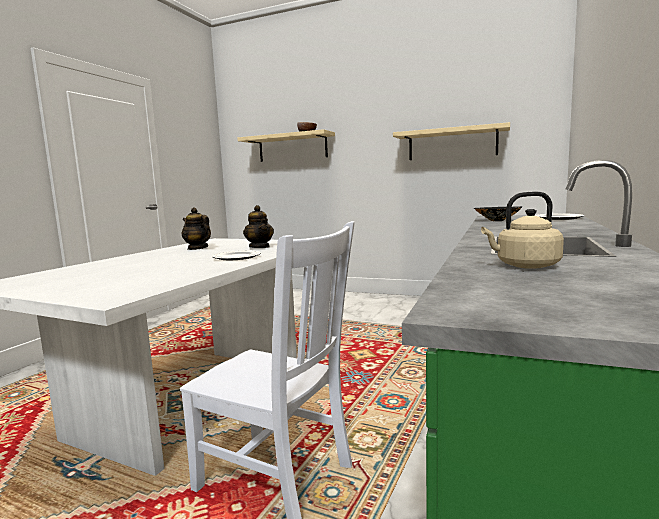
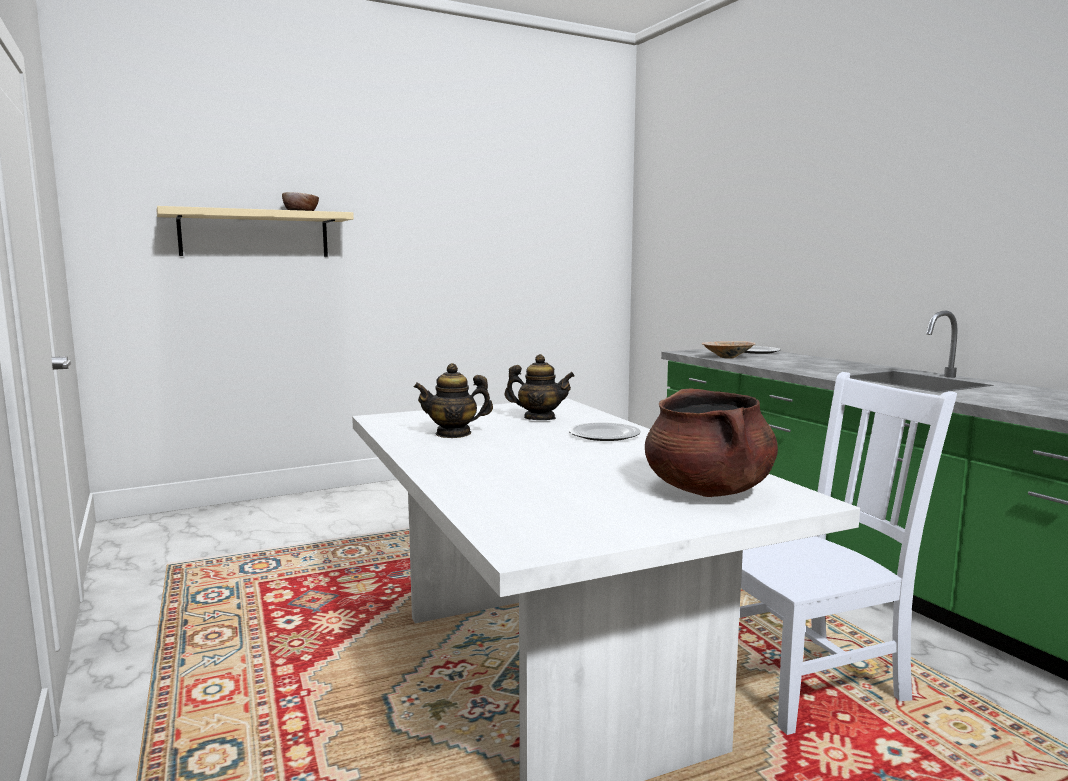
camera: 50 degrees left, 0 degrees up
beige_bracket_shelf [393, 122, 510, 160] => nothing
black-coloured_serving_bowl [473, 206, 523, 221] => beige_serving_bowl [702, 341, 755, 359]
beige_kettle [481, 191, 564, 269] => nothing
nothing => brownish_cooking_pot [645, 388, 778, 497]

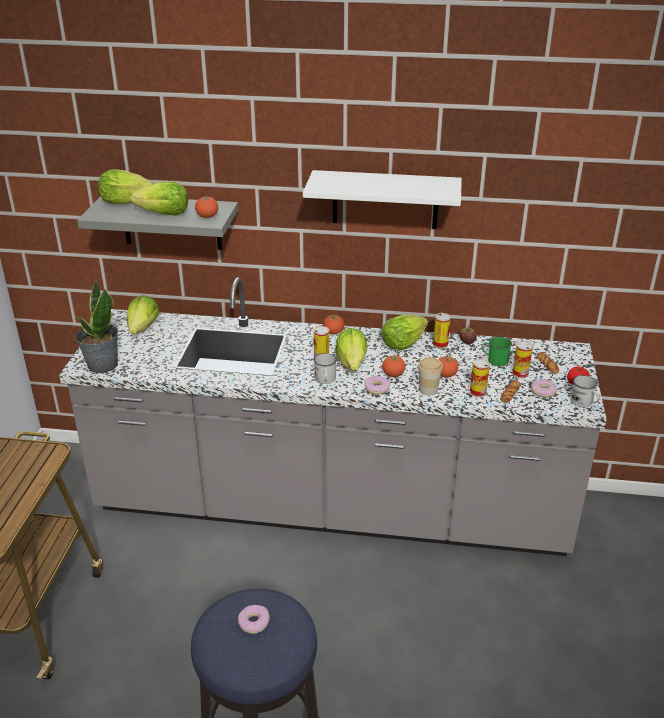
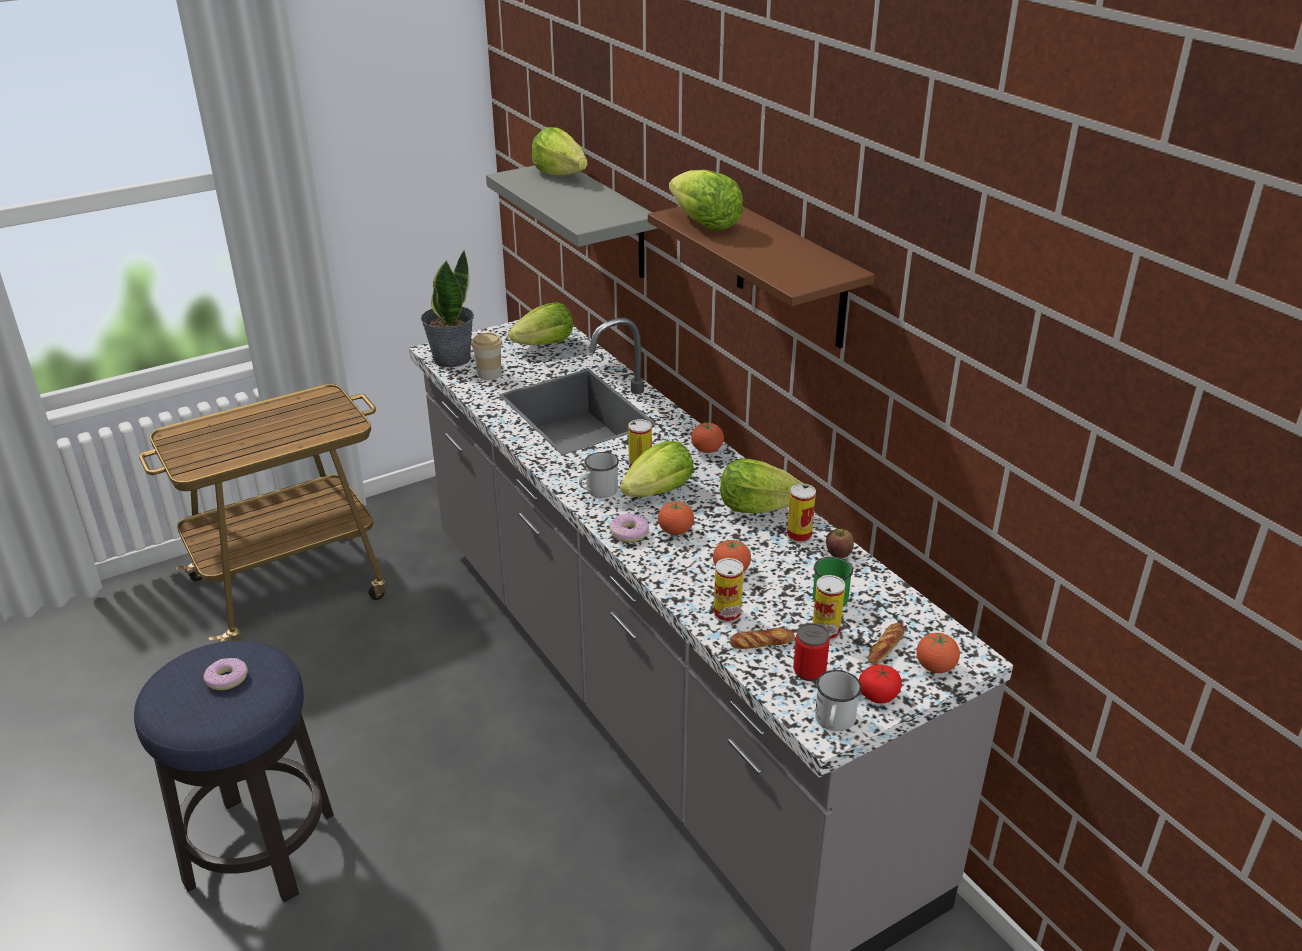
camera: 50 degrees right, 0 degrees up
head_of_lettuce [131, 181, 188, 215] => head_of_lettuce [669, 170, 743, 230], shifted
whole_tomato [195, 196, 218, 218] => whole_tomato [917, 632, 960, 673], shifted
white_bracket_shelf [303, 170, 462, 229] => brownish_bracket_shelf [648, 207, 874, 349]
drinking_cup [418, 357, 443, 396] => drinking_cup [471, 332, 502, 380], shifted
donut [531, 379, 557, 398] => sealed_can [793, 623, 830, 681]

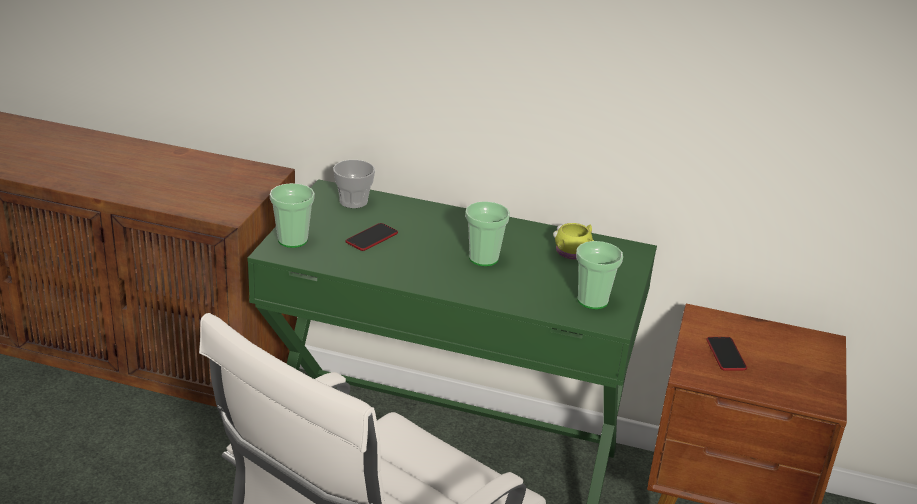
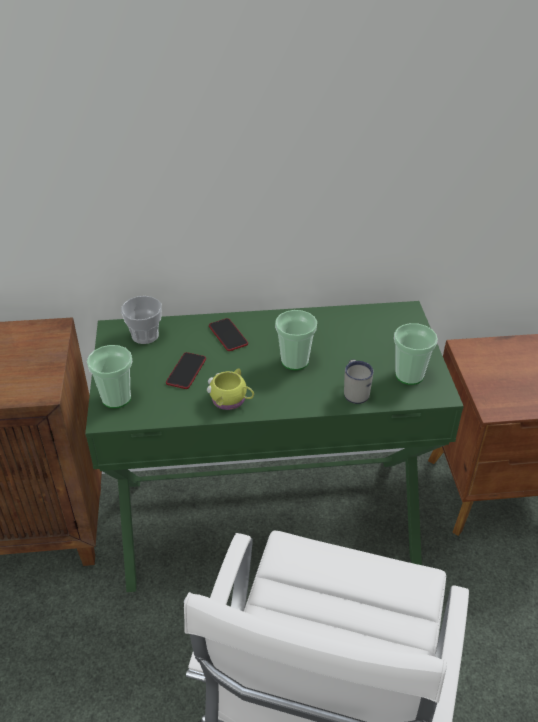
camera: 20 degrees left, 10 degrees up
yellow-coloured_mug [553, 223, 594, 260] => yellow-coloured_mug [207, 368, 254, 410], shifted
phone [707, 337, 747, 371] => phone [209, 318, 248, 351], shifted
nothing => white_mug [344, 359, 374, 404]

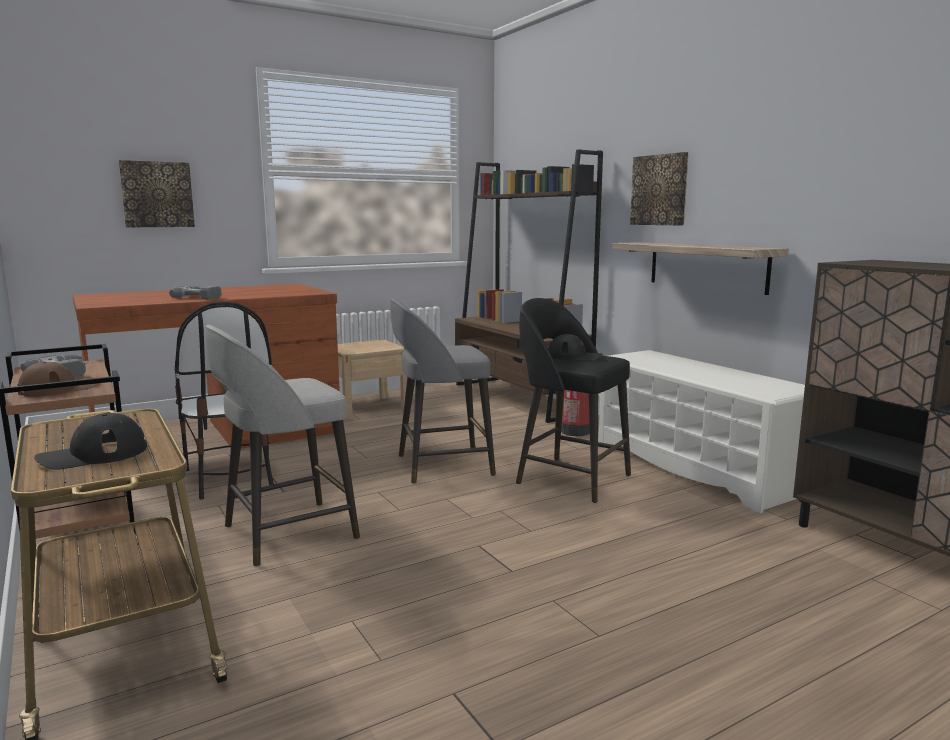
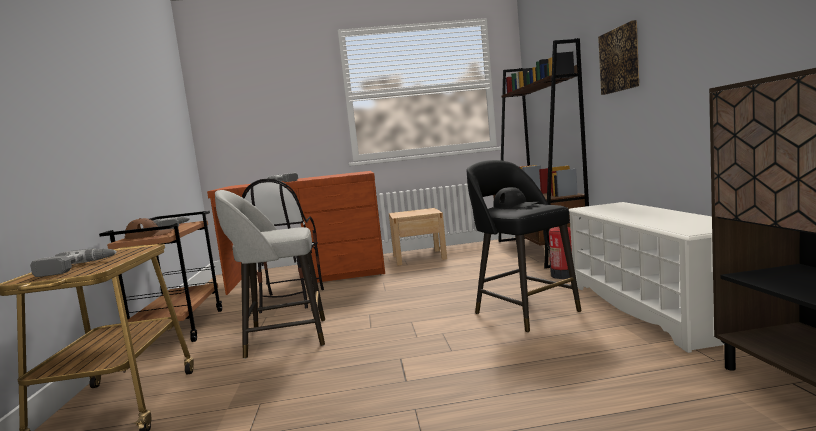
camera: 25 degrees right, 5 degrees down
black-coloured_peaked_cap [34, 413, 147, 470] => drill [30, 249, 117, 277]
wall_art [119, 160, 195, 227] => nothing
gray_stool [390, 298, 496, 484] => nothing
bracket_shelf [612, 242, 789, 295] => nothing

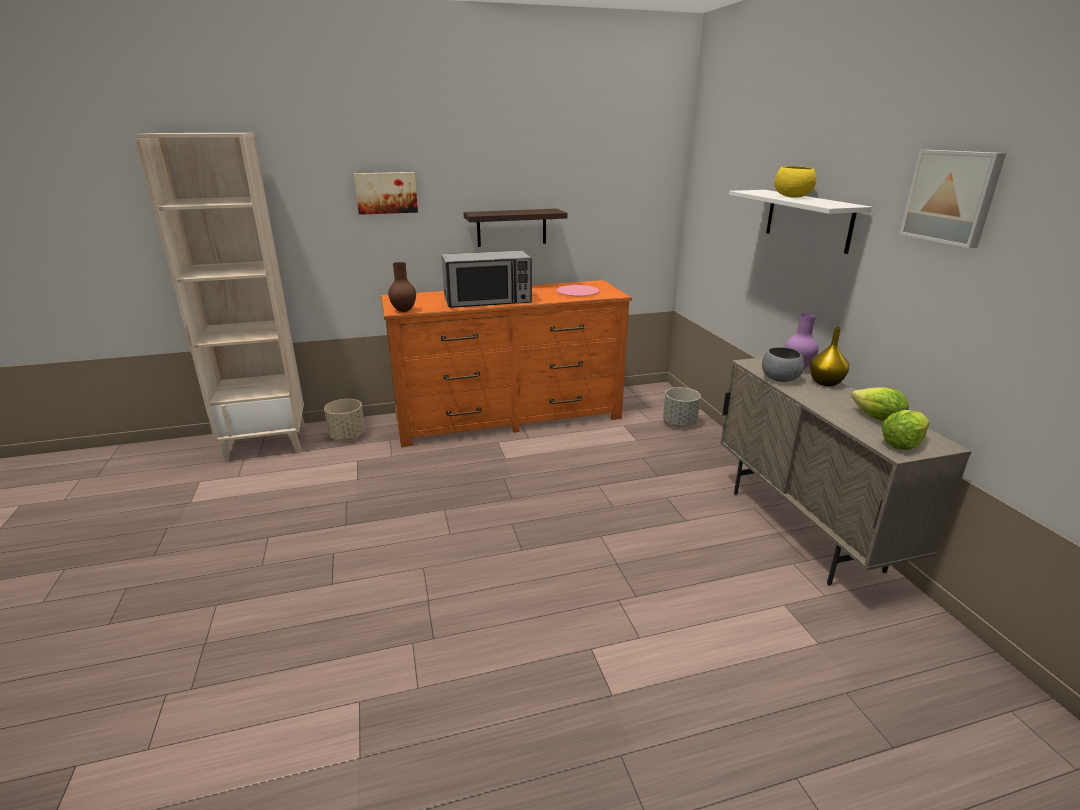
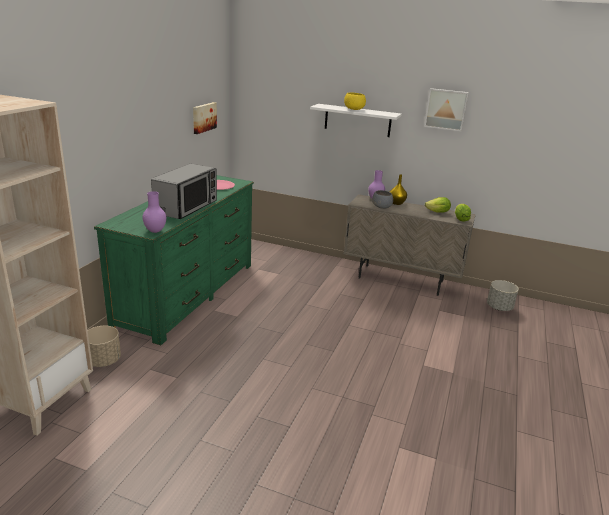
camera: 55 degrees left, 0 degrees up
wall_art [354, 172, 418, 215] => wall_art [193, 102, 217, 134], shifted
orange-coloured_dresser [381, 280, 632, 447] => green-coloured_dresser [94, 175, 254, 345]
brownish_flower_vase [388, 262, 416, 312] => purplish_flower_vase [142, 191, 166, 233]
bracket_shelf [464, 209, 568, 247] => nothing
gray_plant_pot [663, 387, 701, 427] => gray_plant_pot [487, 280, 519, 311], shifted

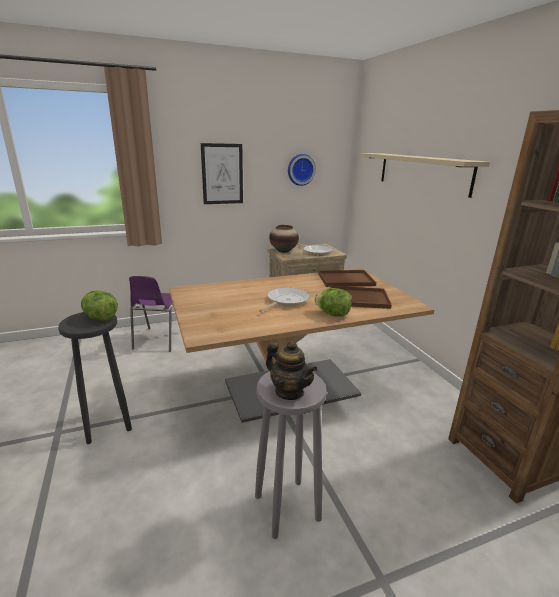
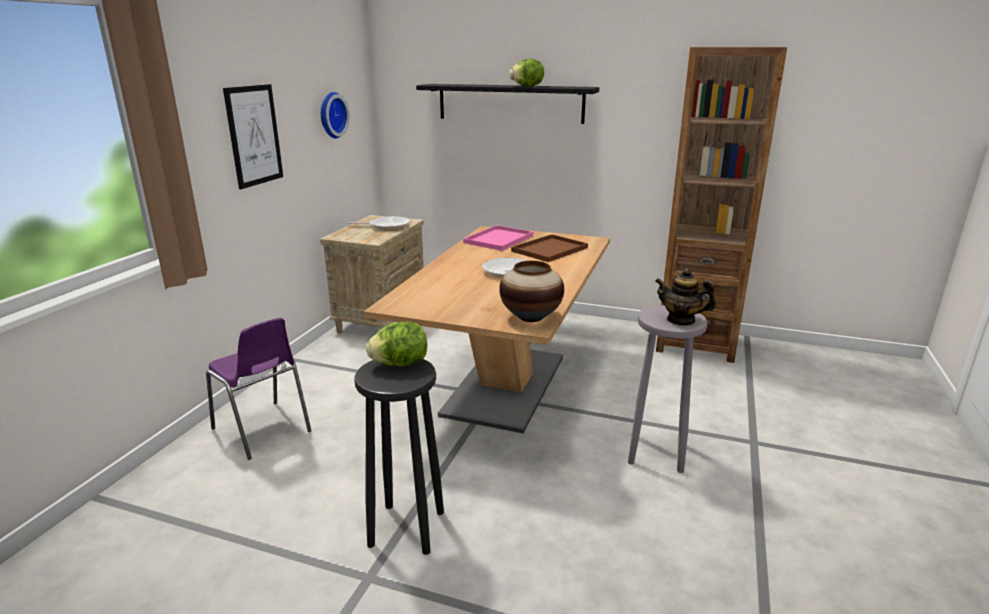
camera: 50 degrees left, 0 degrees up
tea_pot [266, 341, 318, 400] => tea_pot [655, 268, 716, 326], 150 degrees counterclockwise
flower_vase [269, 225, 299, 253] => flower_vase [499, 261, 564, 322], shifted
head_of_lettuce [314, 288, 352, 317] => head_of_lettuce [509, 59, 544, 86], shifted
brownish_serving_tray [318, 270, 376, 287] => pinkish_serving_tray [463, 225, 533, 251]
beige_bracket_shelf [360, 153, 490, 198] => black-coloured_bracket_shelf [416, 84, 600, 124]

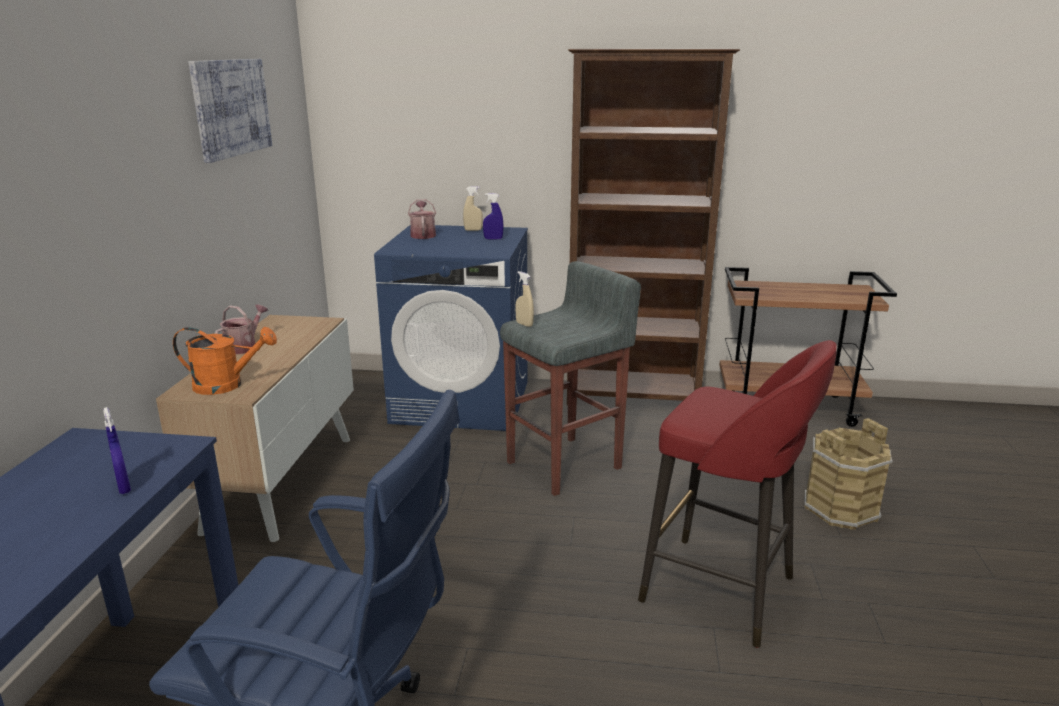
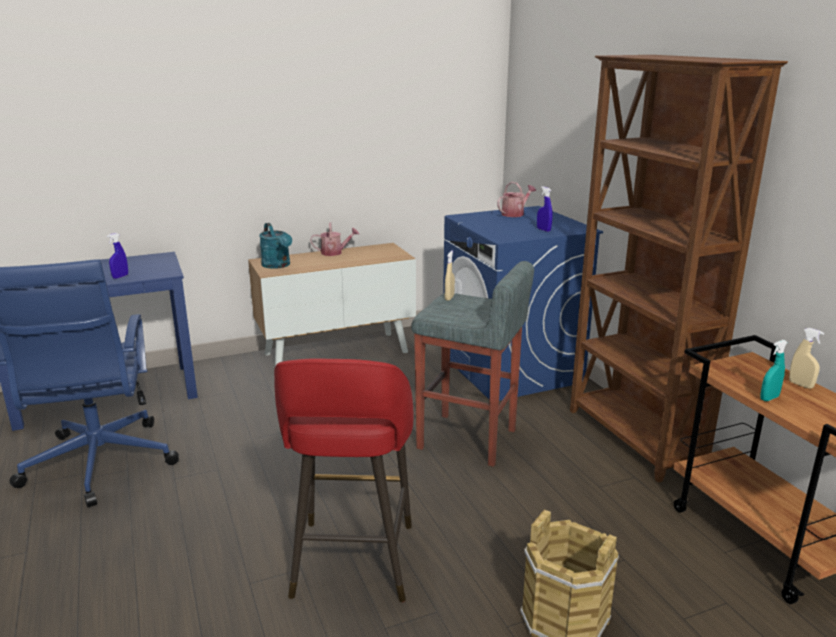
camera: 60 degrees right, 0 degrees up
orange-coloured_watering_can [173, 327, 277, 395] => blue-green_watering_can [259, 223, 292, 269]
wall_art [188, 59, 272, 163] => nothing
beige_spray_bottle [463, 186, 483, 231] => beige_spray_bottle [789, 328, 824, 389], shifted
nothing => blue-green_spray_bottle [760, 340, 788, 401]

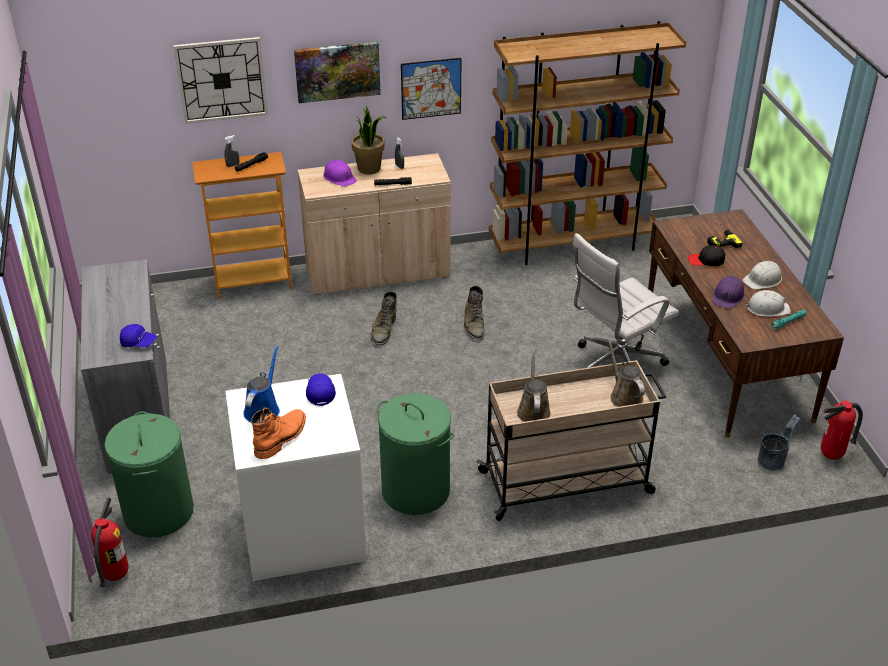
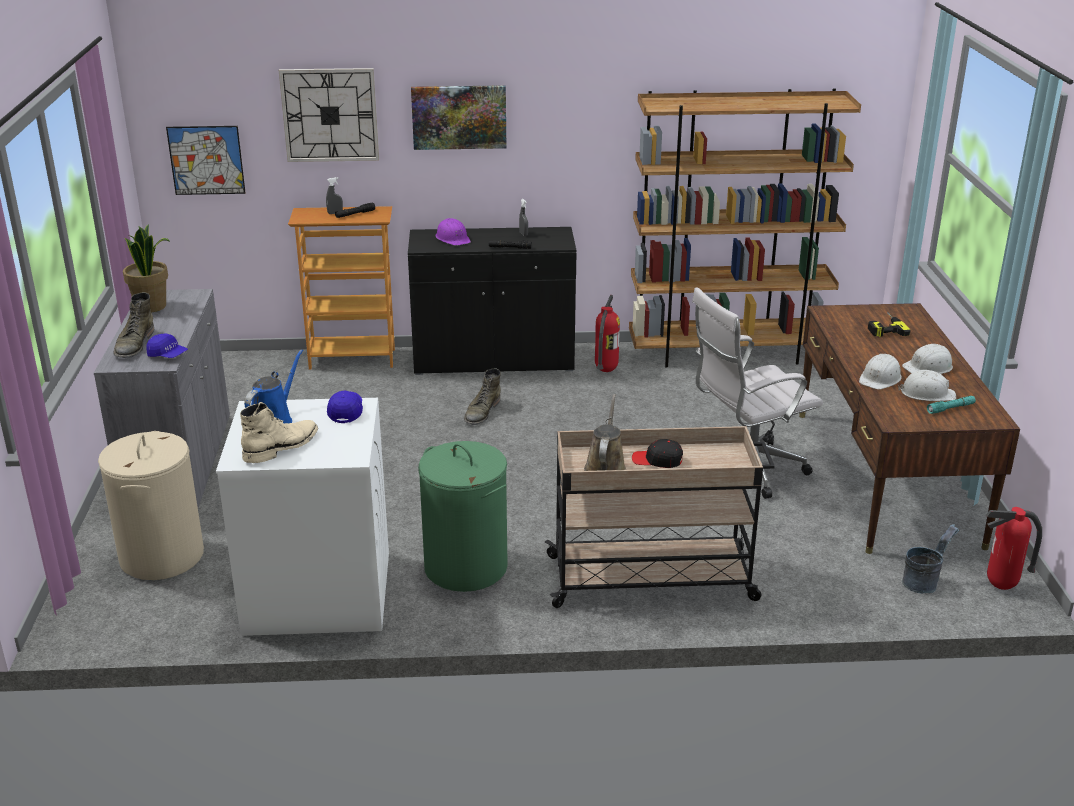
camera: 10 degrees right, 10 degrees down
fire_extinguisher [91, 497, 129, 588] => fire_extinguisher [595, 295, 620, 372], shifted
green-coloured_laundry_basket [104, 411, 194, 538] => beige_laundry_basket [98, 431, 204, 580]
orange-coloured_tall_boot [251, 408, 306, 459] => beige_tall_boot [240, 402, 318, 463]
beige_cabinet [298, 153, 451, 295] => black-coloured_cabinet [408, 227, 576, 375]
plant_in_a_pot [352, 106, 386, 174] => plant_in_a_pot [123, 224, 169, 313], shifted
wall_art [401, 58, 462, 120] => wall_art [166, 126, 245, 195], shifted
green-coloured_tall_boot [464, 286, 484, 340] => green-coloured_tall_boot [114, 292, 154, 358], shifted
brownish_watering_can [607, 338, 645, 407] => nothing
black-coloured_peaked_cap [688, 245, 725, 266] => black-coloured_peaked_cap [632, 439, 683, 468], shifted
purplish_hard_hat [713, 276, 745, 309] => white_hard_hat [859, 354, 902, 389]

